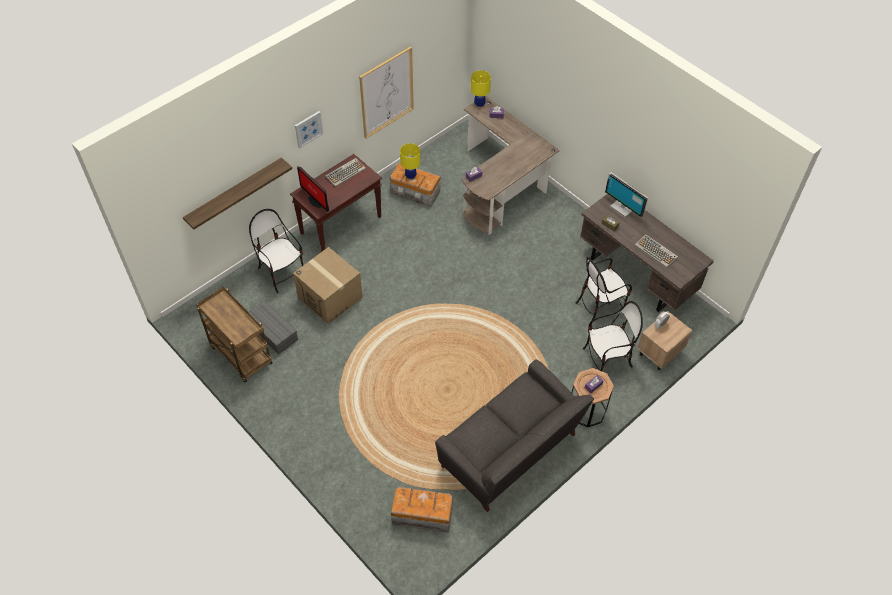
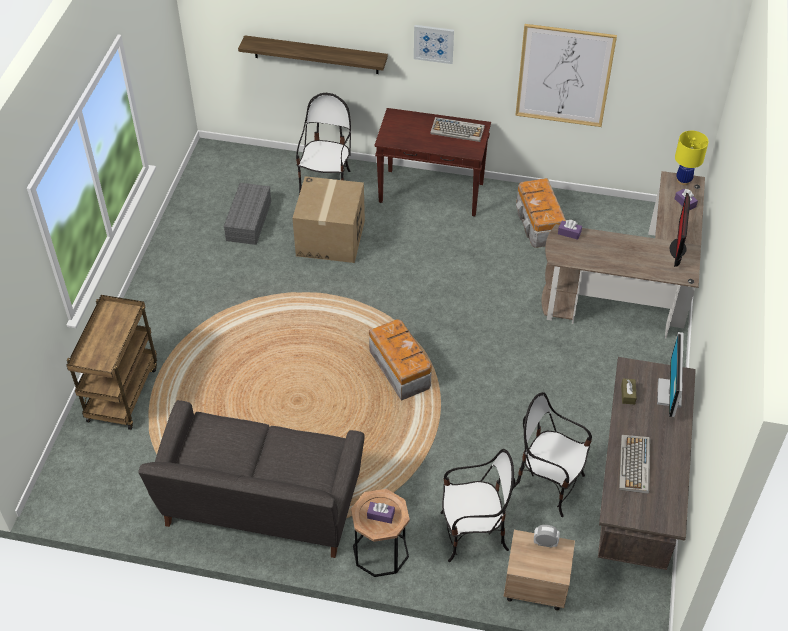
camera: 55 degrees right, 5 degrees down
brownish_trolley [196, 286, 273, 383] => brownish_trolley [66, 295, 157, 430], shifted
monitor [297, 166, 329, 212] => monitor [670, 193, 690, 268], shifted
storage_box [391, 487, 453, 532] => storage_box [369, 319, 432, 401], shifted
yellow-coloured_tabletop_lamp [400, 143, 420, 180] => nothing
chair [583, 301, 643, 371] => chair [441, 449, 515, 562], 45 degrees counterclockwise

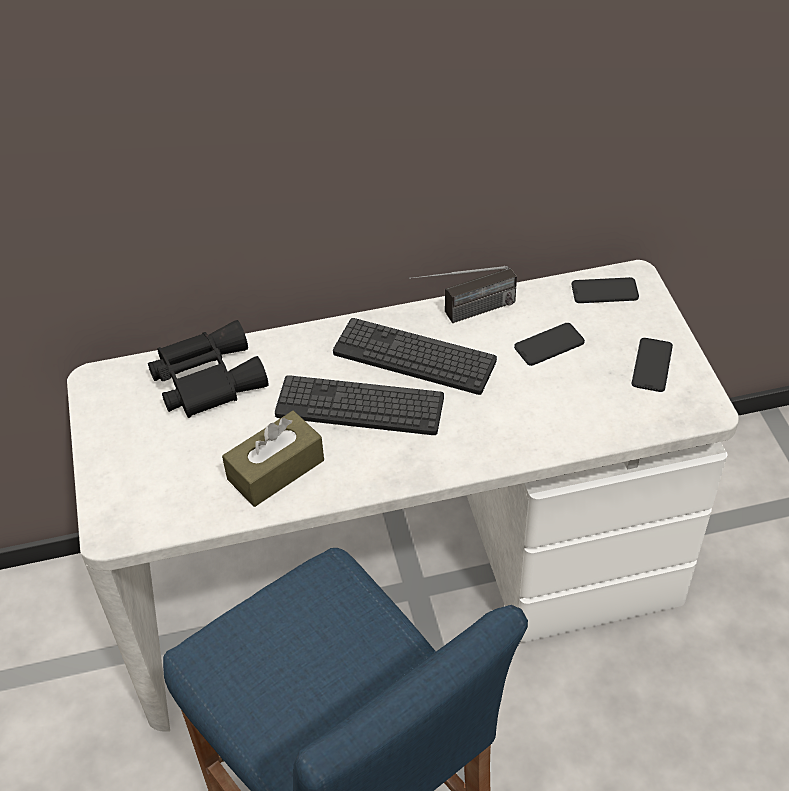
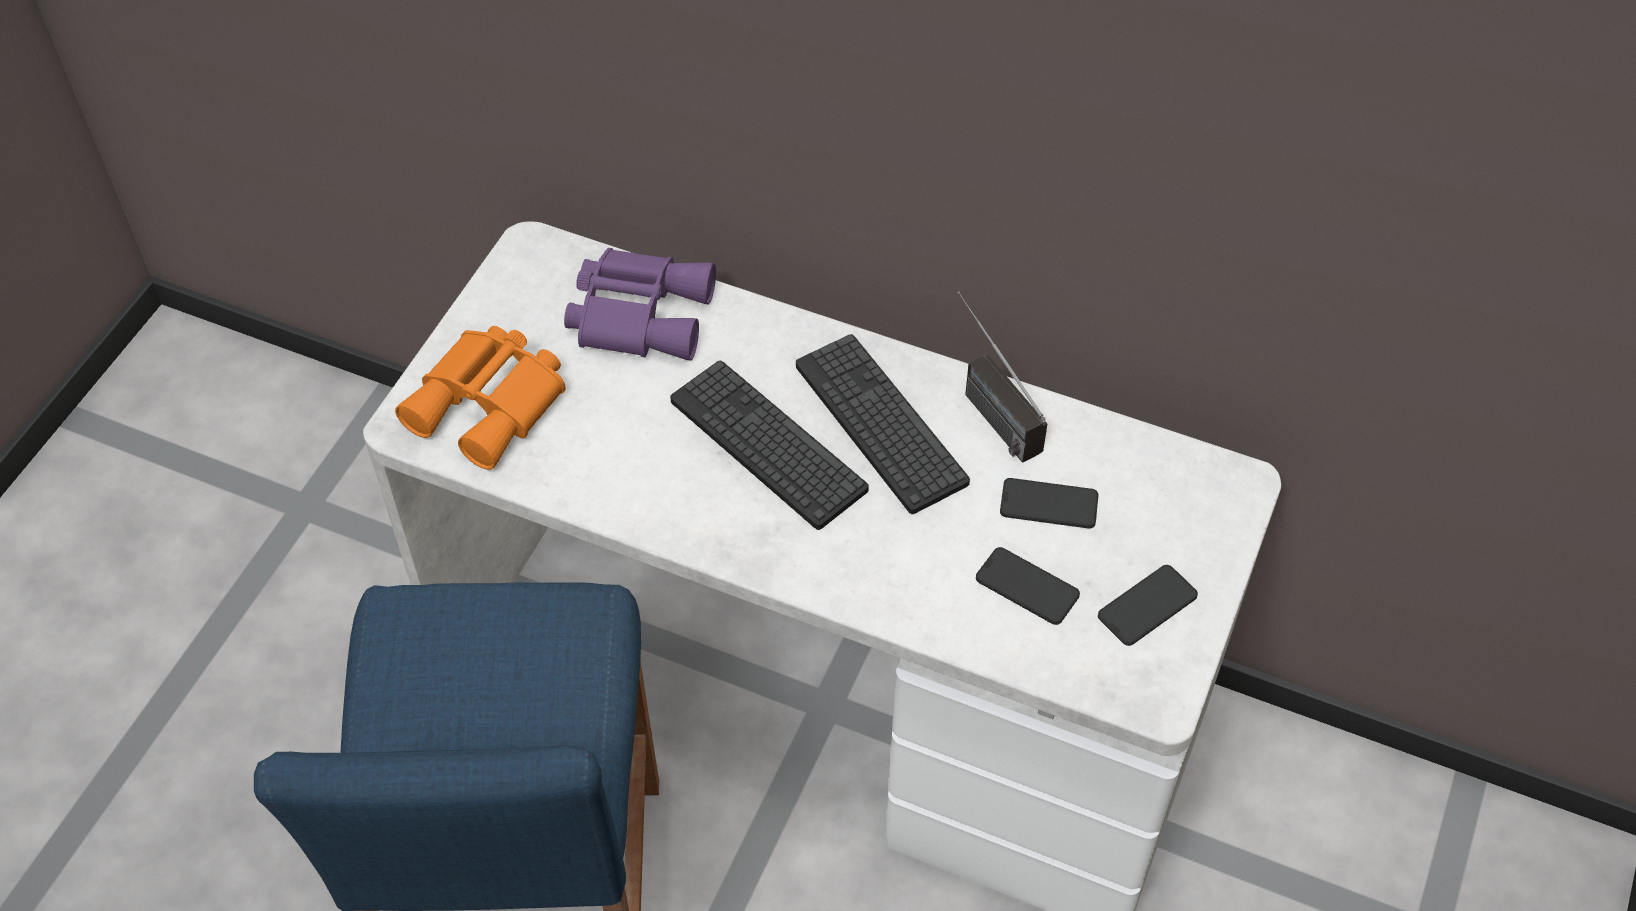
camera: 35 degrees right, 5 degrees up
black-coloured_binoculars [148, 320, 268, 418] => purplish_binoculars [564, 248, 716, 361]
brownish_box_of_tissues [222, 411, 324, 507] => nothing
radio_set [409, 266, 517, 323] => radio_set [957, 291, 1047, 463], 45 degrees clockwise
phone [572, 277, 639, 303] => phone [976, 547, 1080, 625], shifted
nothing => orange-coloured_binoculars [395, 326, 566, 470]

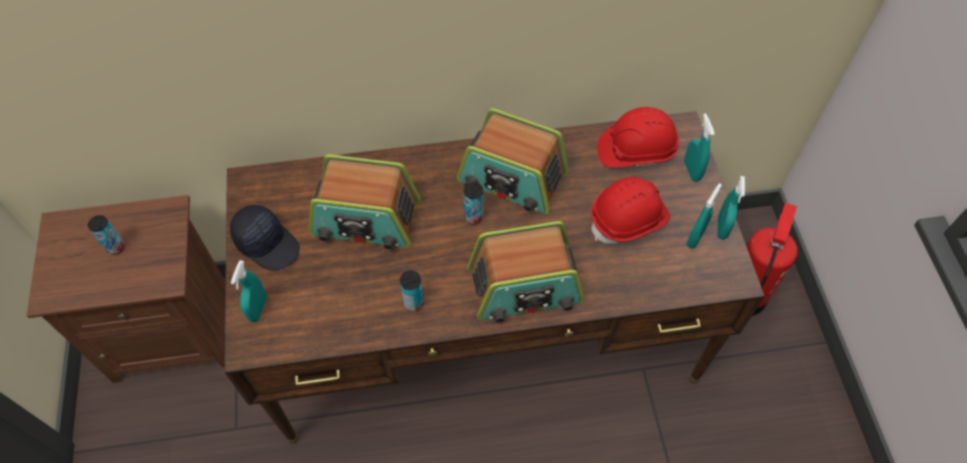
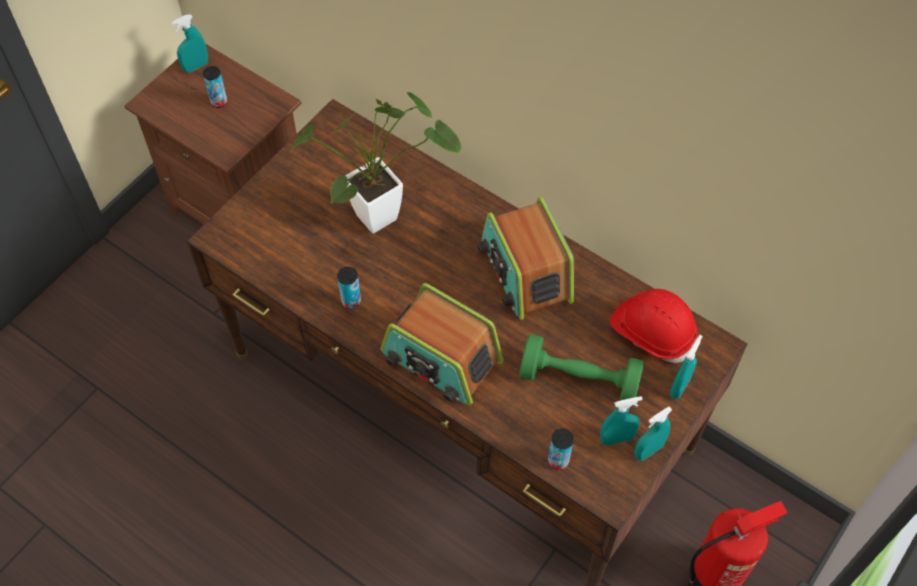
camera: 45 degrees right, 0 degrees up
black-coloured_peaked_cap [230, 205, 300, 271] => nothing
blue-green_spray_bottle [231, 260, 267, 323] => blue-green_spray_bottle [171, 15, 208, 72], shifted
radio_set [308, 154, 421, 250] => plant_in_a_pot [291, 92, 462, 234]
sealed_can [464, 182, 483, 224] => sealed_can [548, 429, 574, 470], shifted
red_hard_hat [591, 177, 670, 244] => green-coloured_dumbbell [519, 334, 644, 401]

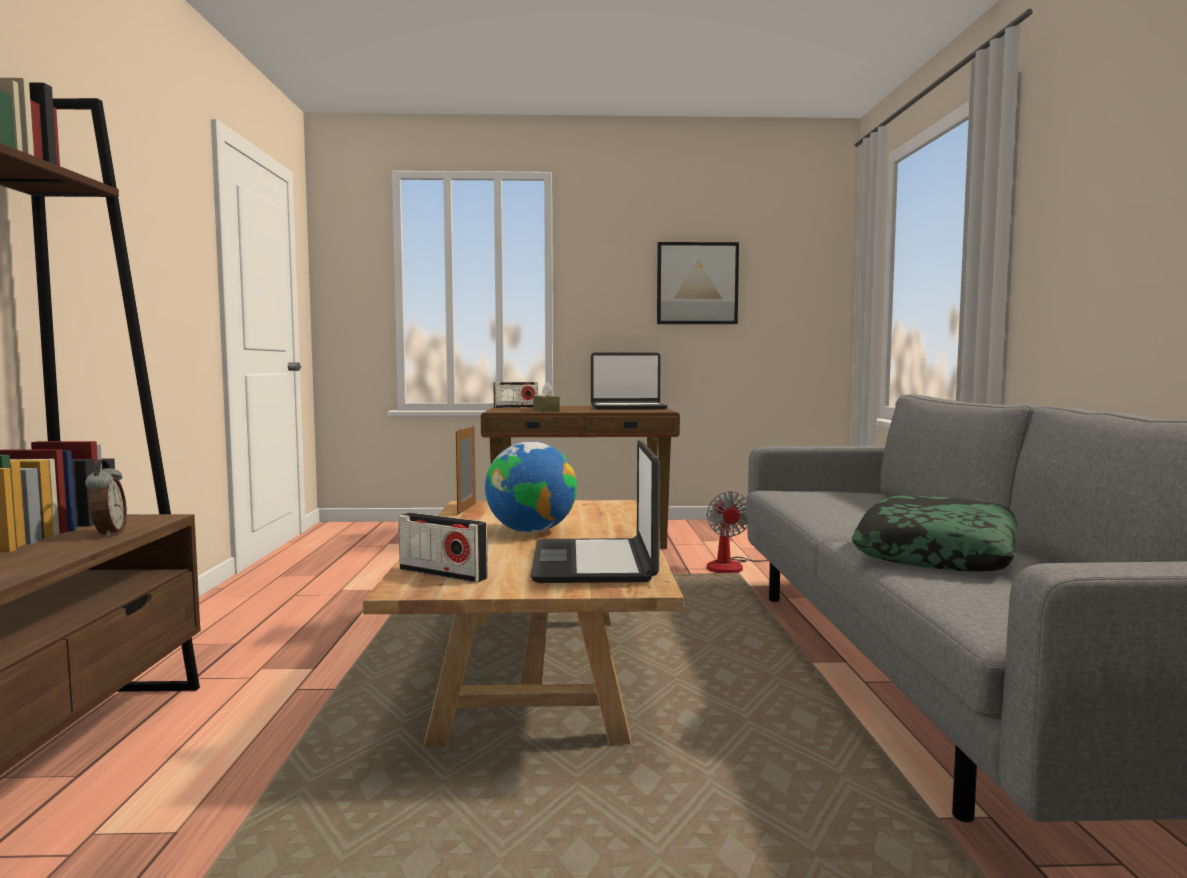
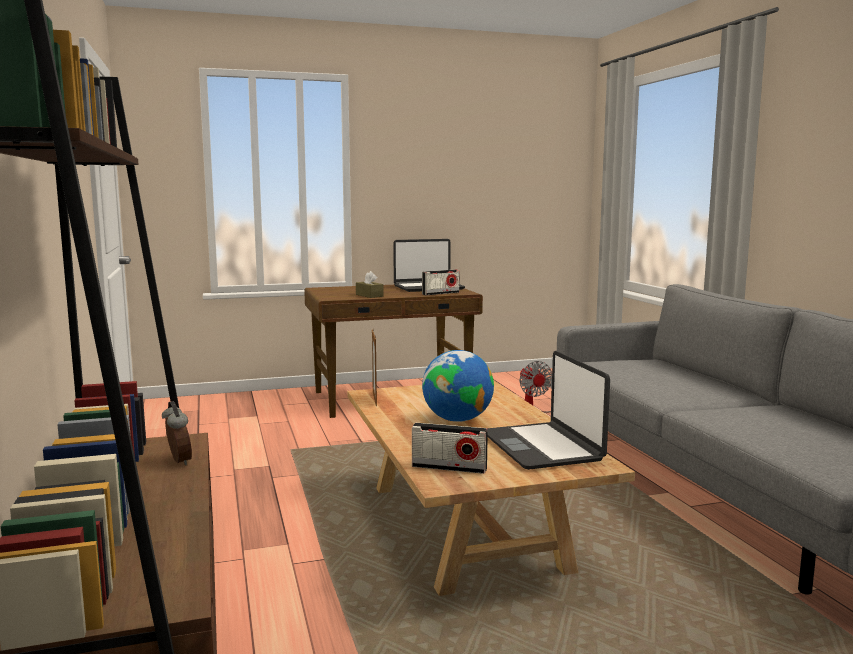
camera: 15 degrees left, 5 degrees up
radio_set [494, 382, 538, 408] => radio_set [422, 269, 460, 295], shifted
wall_art [657, 242, 739, 324] => nothing
pillow [852, 496, 1017, 572] => nothing

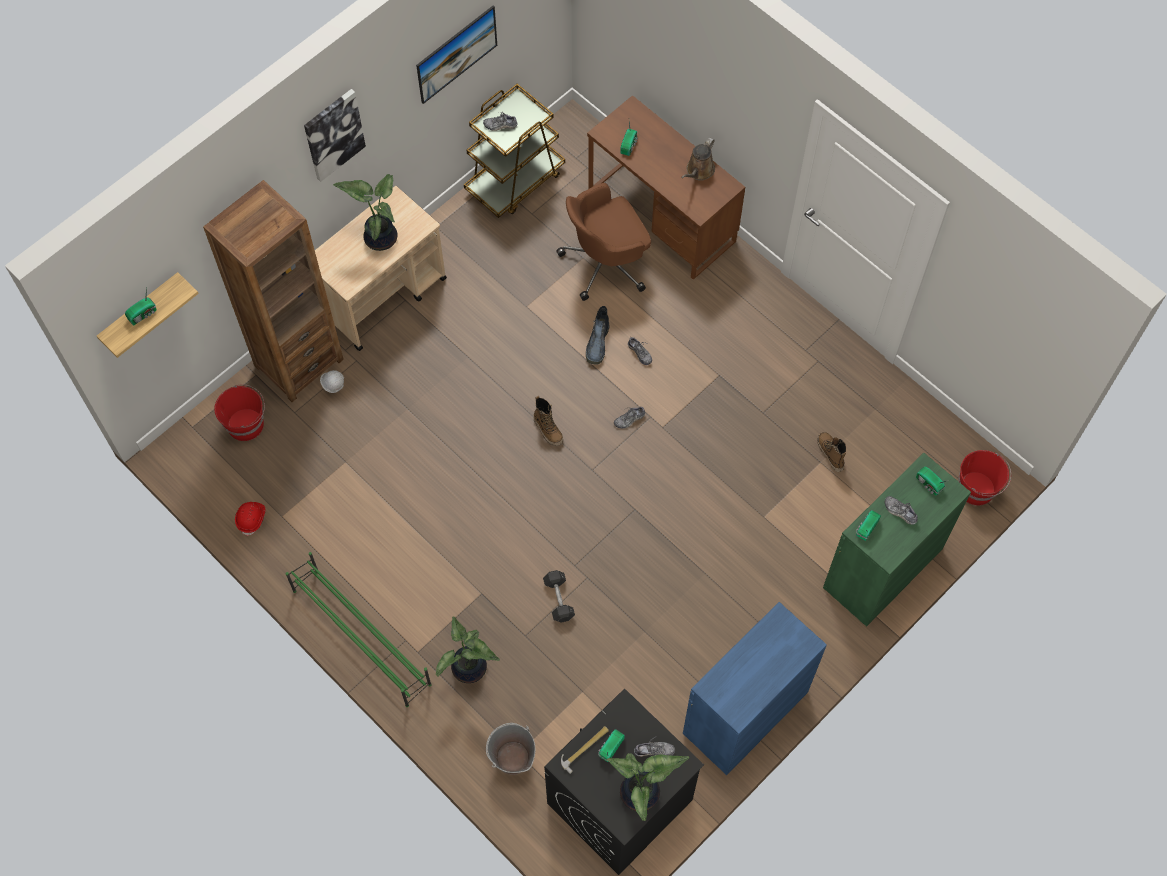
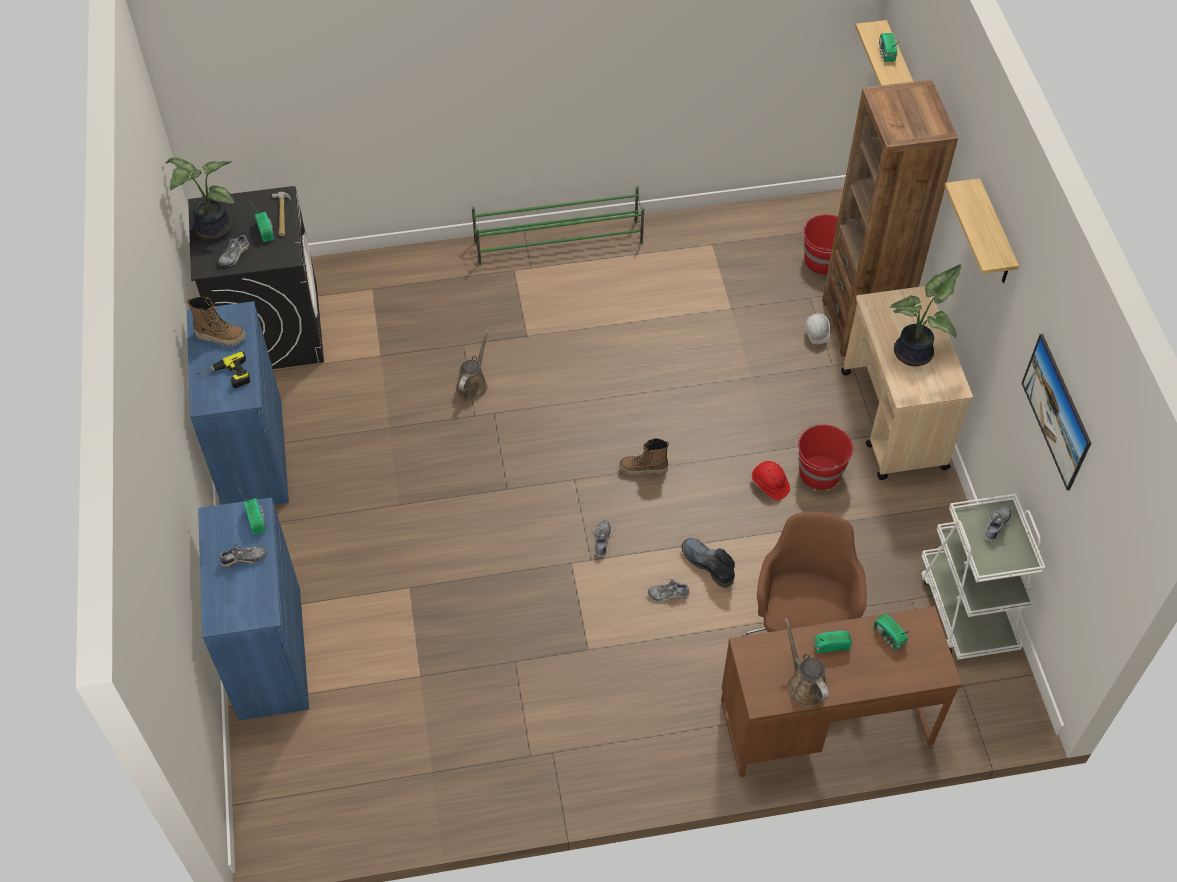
camera: 125 degrees right, 10 degrees down
red_hard_hat [235, 502, 265, 536] => red_hard_hat [752, 461, 790, 501], shifted
wall_art [304, 89, 366, 182] => bracket_shelf [944, 178, 1019, 283]
plant_in_a_pot [436, 617, 500, 683] => nothing
brownish_trolley [464, 84, 565, 218] => white_trolley [921, 494, 1046, 660]
gray_pail [486, 723, 535, 775] => nothing
gray_dumbbell [543, 570, 575, 623] => brownish_watering_can [456, 330, 489, 400]
tall_boot [817, 432, 846, 472] => tall_boot [187, 297, 246, 346], shifted
green-coloured_cabinet [823, 453, 971, 627] => bluish_cabinet [198, 497, 309, 721]
radio_set [916, 466, 949, 496] => radio_set [814, 631, 852, 653], shifted
red_pail [959, 450, 1011, 505] => red_pail [796, 424, 853, 490], shifted
nothing => drill [196, 352, 250, 388]

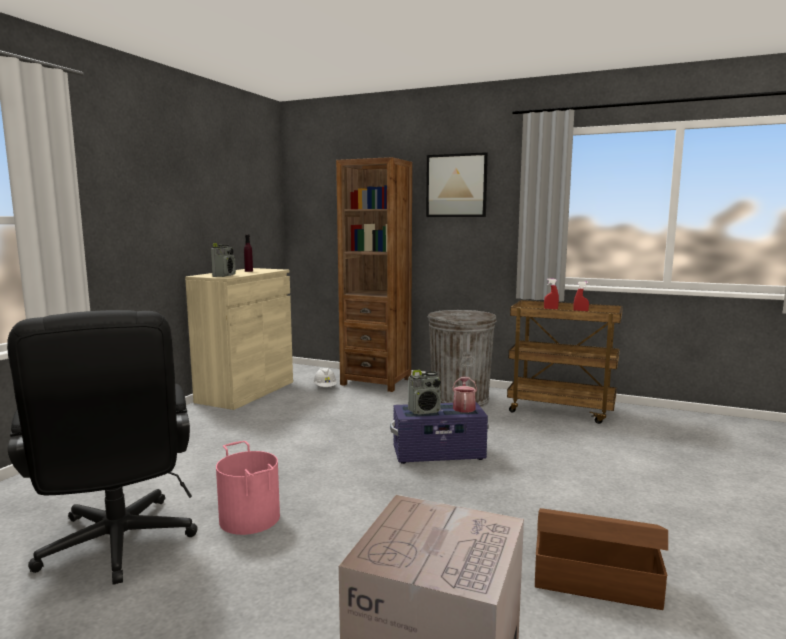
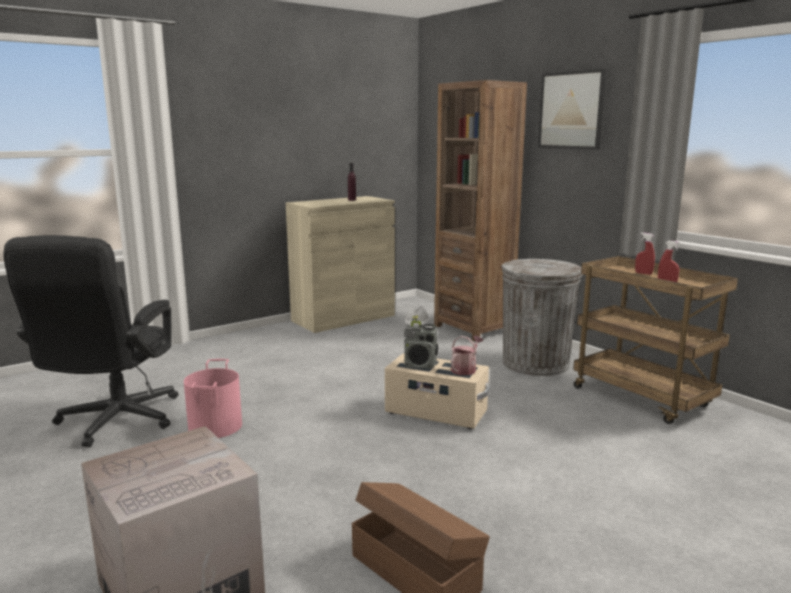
camera: 30 degrees right, 5 degrees up
radio_set [211, 243, 236, 277] => nothing
purplish_storage_box [390, 402, 489, 464] => beige_storage_box [385, 353, 490, 429]

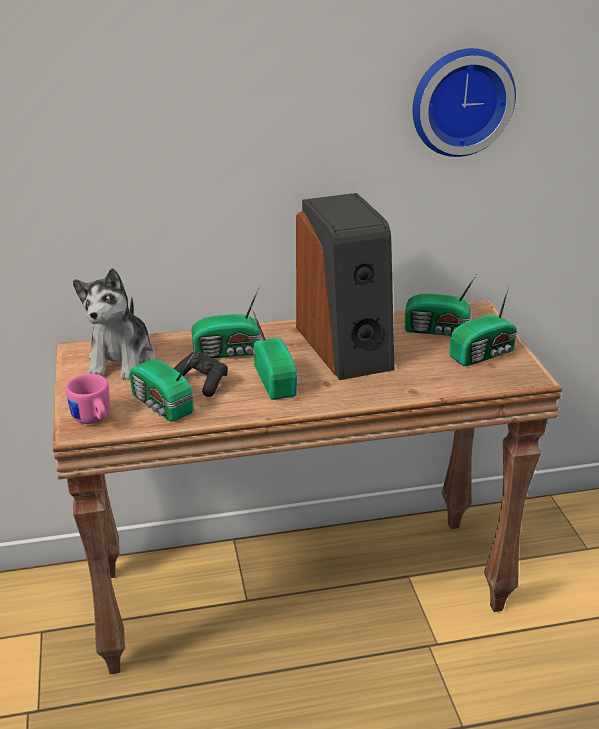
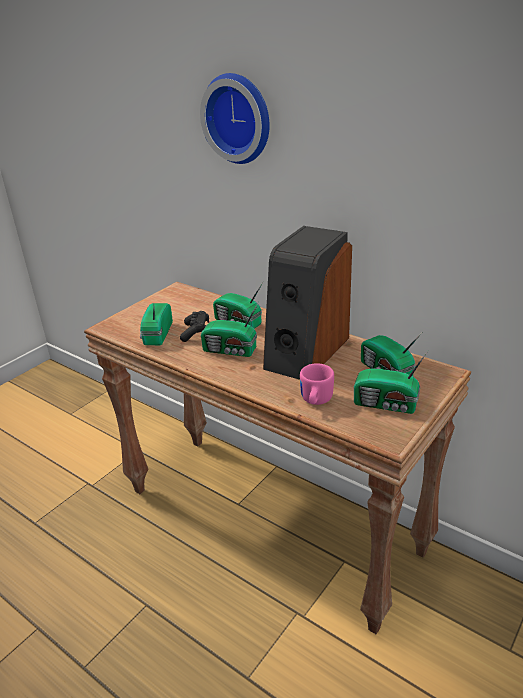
camera: 50 degrees right, 0 degrees up
pinkish_mug [66, 374, 110, 424] => pinkish_mug [300, 363, 334, 405], shifted
plush_toy [73, 268, 155, 380] => nothing
radio_set [250, 305, 297, 400] => radio_set [201, 302, 259, 357], 75 degrees clockwise
hanging_clock [413, 48, 516, 157] => hanging_clock [200, 73, 269, 164], shifted

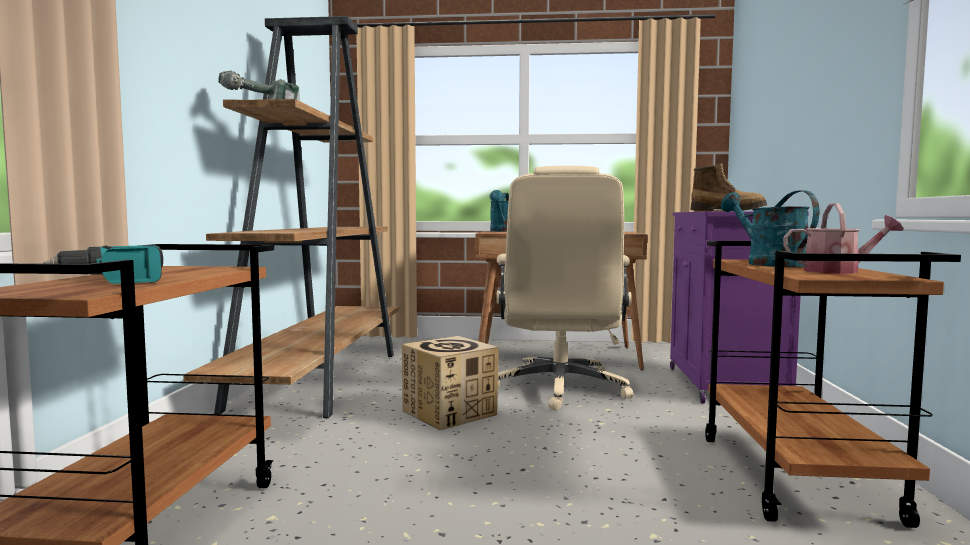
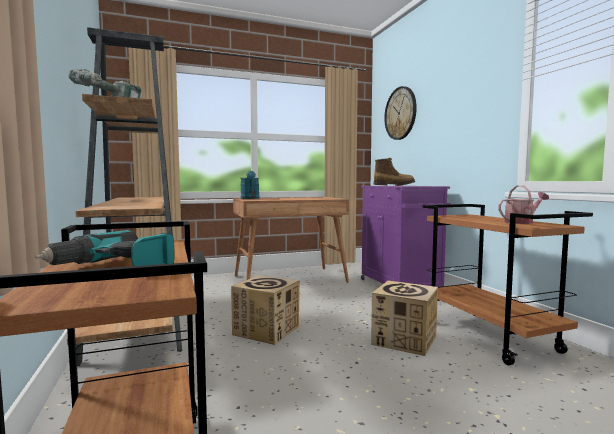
camera: 25 degrees left, 0 degrees up
beige_desk_chair [496, 166, 633, 410] => nothing
blue-green_watering_can [721, 190, 819, 267] => nothing
nothing => carton [371, 281, 438, 356]
nothing => hanging_clock [384, 86, 417, 140]

